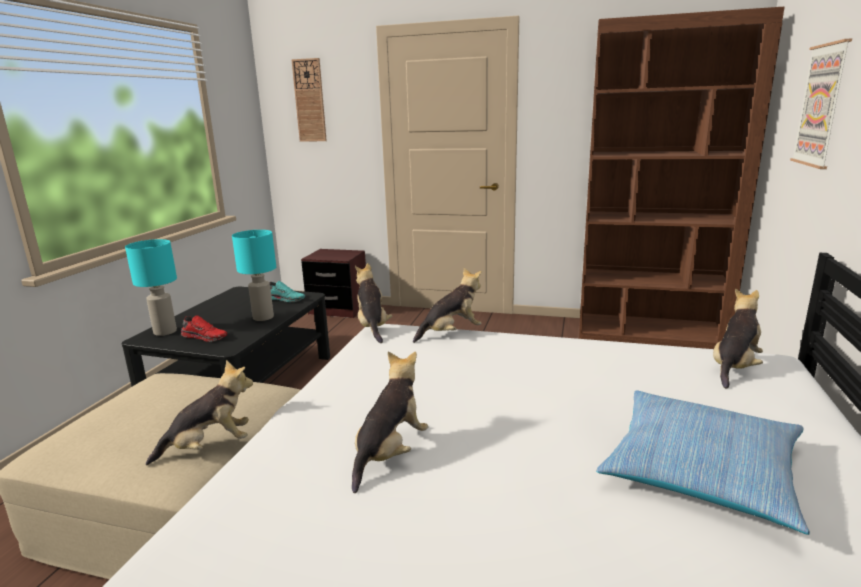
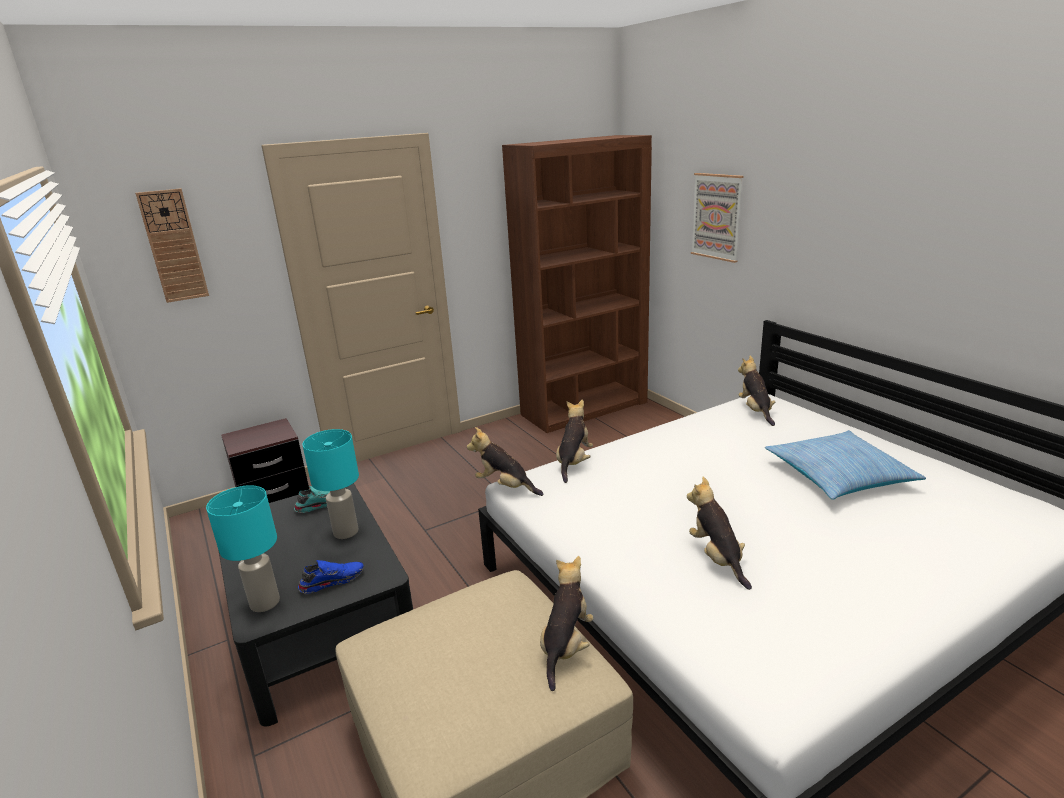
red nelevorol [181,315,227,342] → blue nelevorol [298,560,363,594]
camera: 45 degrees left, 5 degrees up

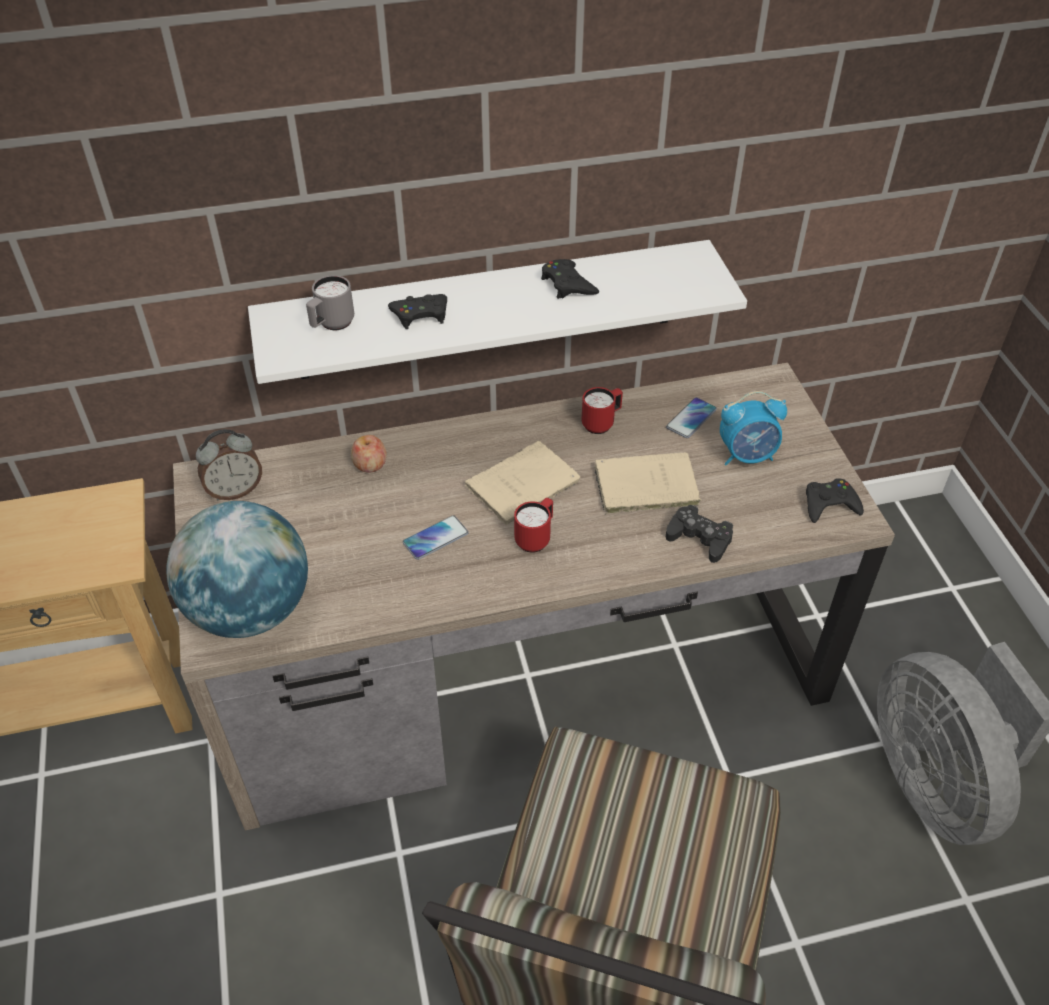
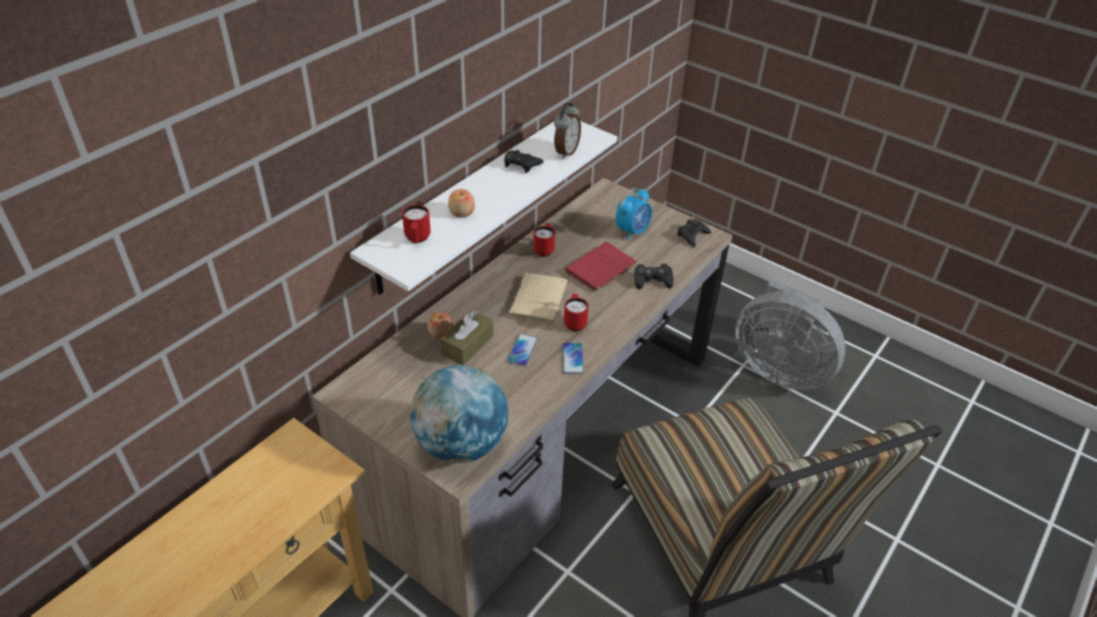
- → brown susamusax [440,310,493,365]
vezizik [196,429,262,500] → vezizik [554,103,581,159], move
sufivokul [666,397,717,438] → sufivokul [563,343,584,374], move
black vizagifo [388,294,447,329] → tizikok [448,189,475,218]
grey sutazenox [306,275,354,330] → red sutazenox [402,205,431,243]
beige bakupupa [595,452,701,515] → red bakupupa [565,242,637,293]
camera: 40 degrees left, 5 degrees down

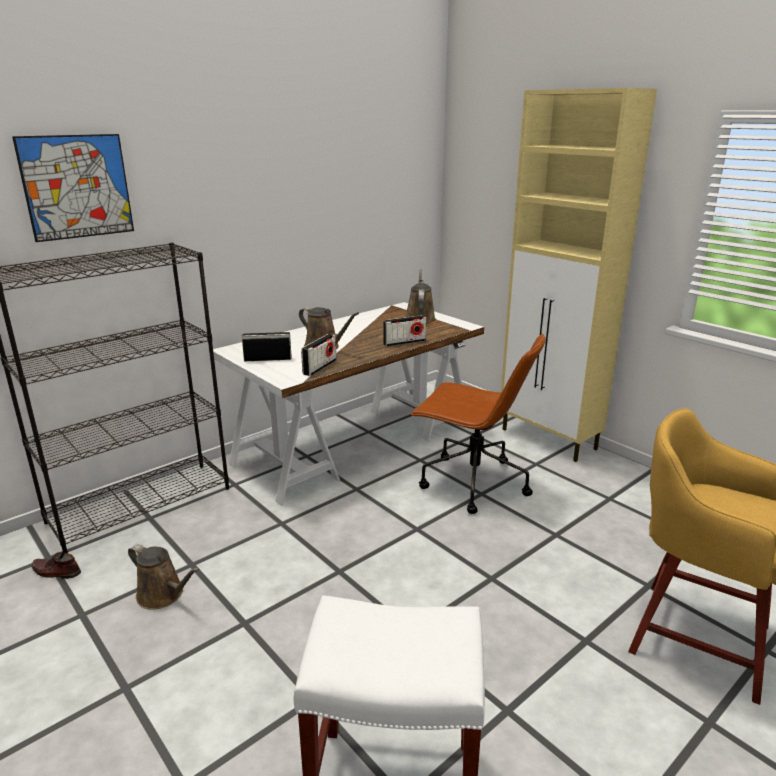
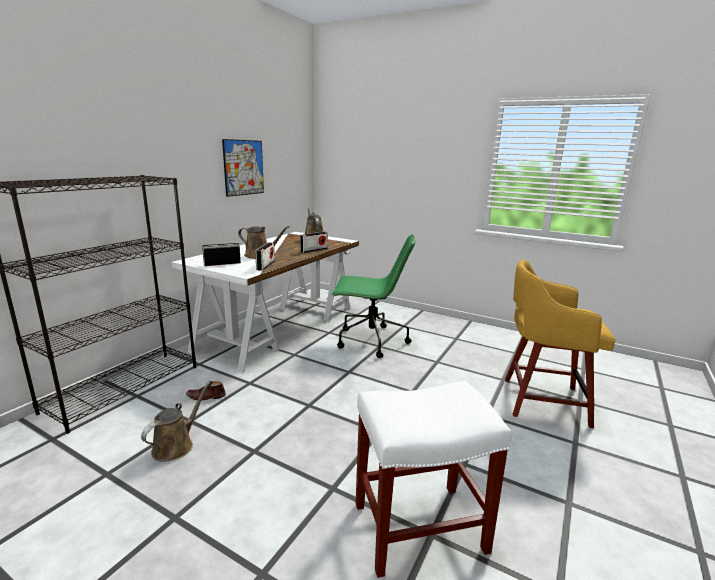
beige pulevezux [501,88,657,462] → -
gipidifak [12,134,134,242] → gipidifak [222,139,264,197], move
brown nelevorol [31,552,81,579] → brown nelevorol [186,381,226,401], move
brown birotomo [410,334,545,514] → green birotomo [332,234,416,358]
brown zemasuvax [128,544,200,610] → brown zemasuvax [141,382,211,462], 75 degrees counterclockwise
camera: 20 degrees left, 5 degrees down

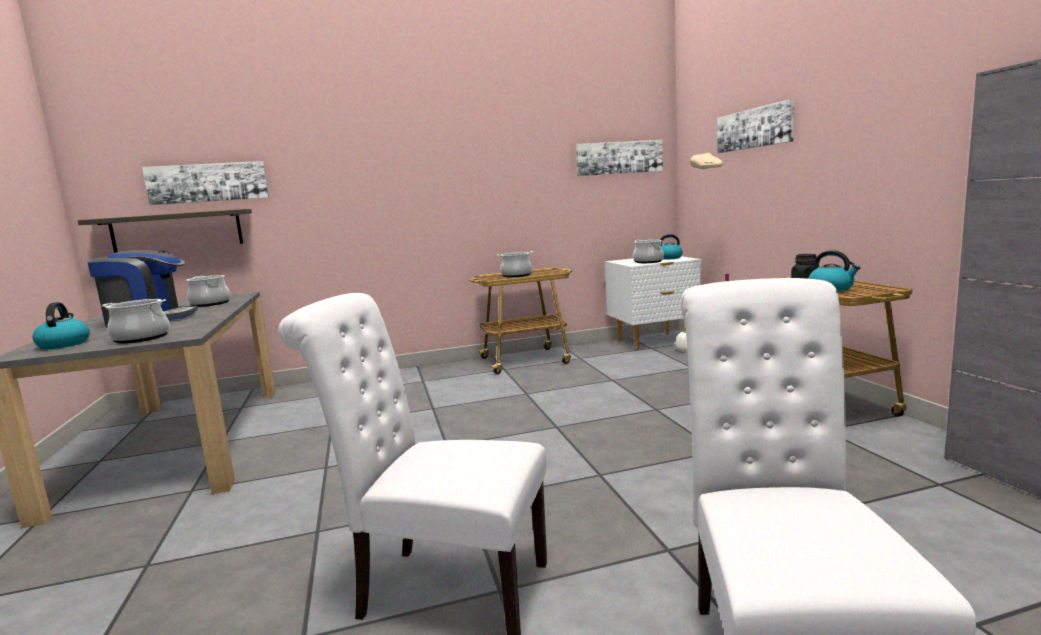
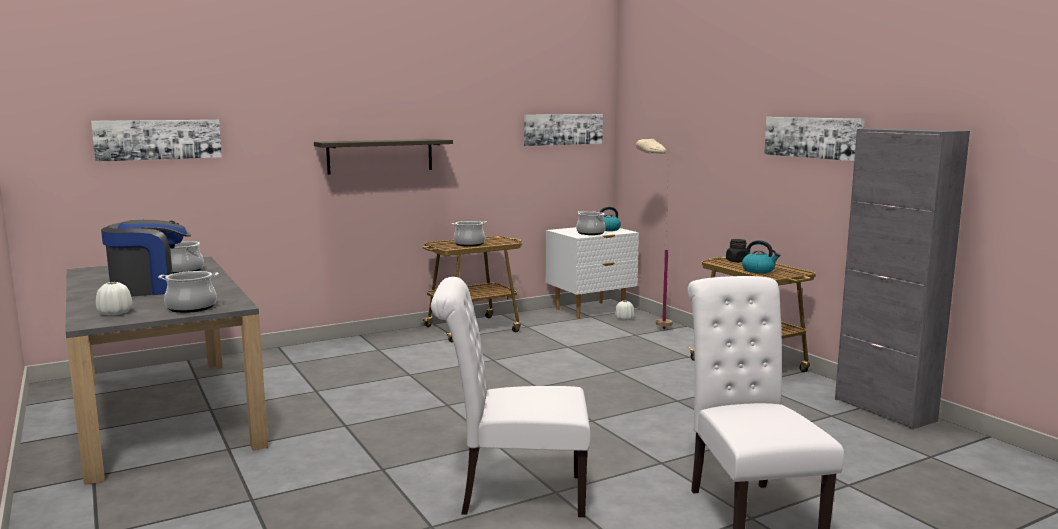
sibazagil [78,209,252,253] → sibazagil [314,139,453,175], move
gipidifak [717,99,795,153] → gipidifak [764,117,865,161], move
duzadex [32,302,90,349] → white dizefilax [96,282,133,315]
camera: 15 degrees left, 0 degrees up

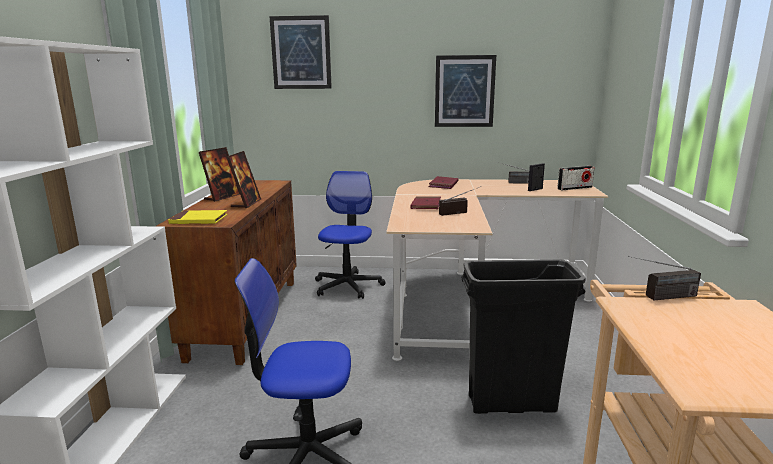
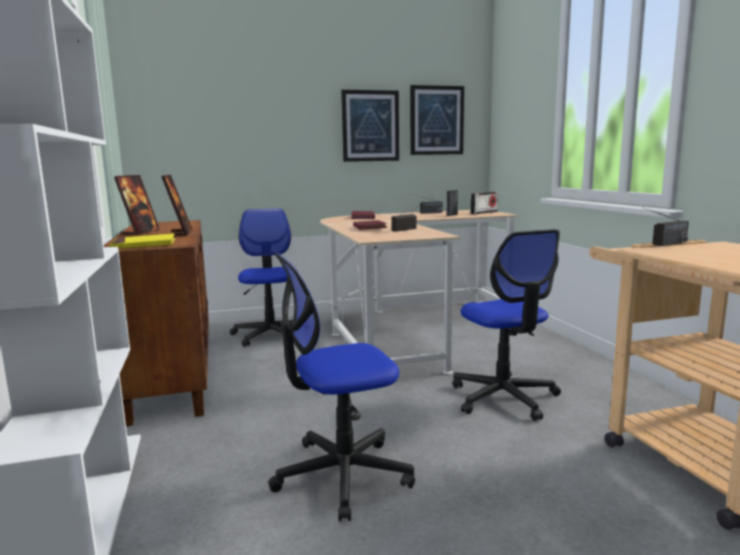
gipidifak [269,15,332,89] → gipidifak [410,85,464,155], move
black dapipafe [461,259,586,414] → birotomo [453,229,561,421]
camera: 20 degrees left, 5 degrees down

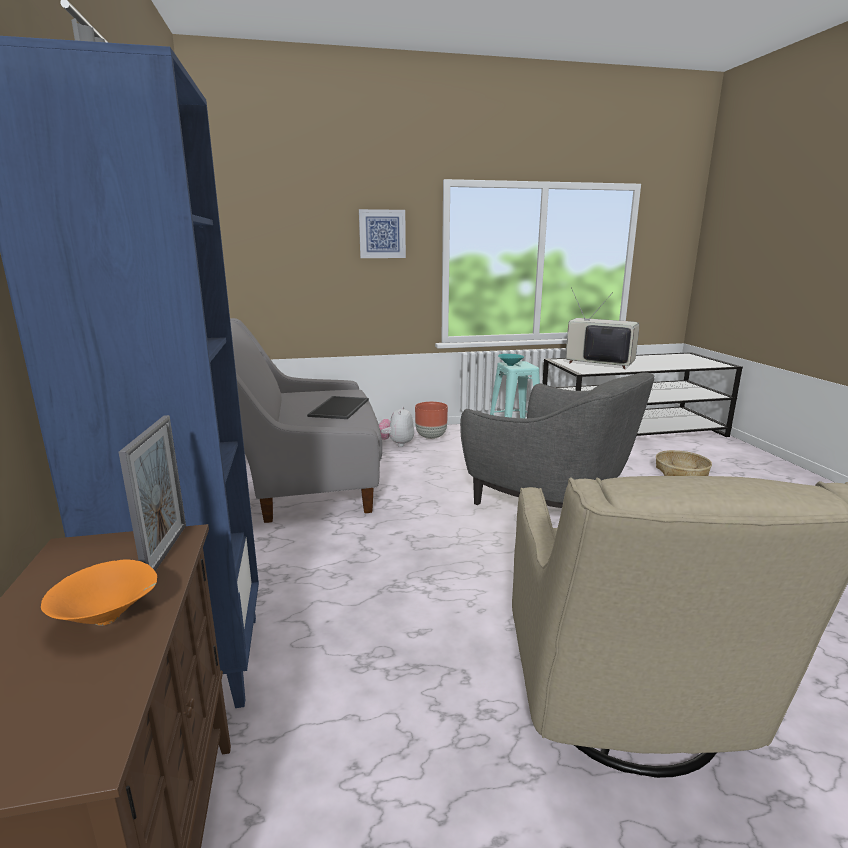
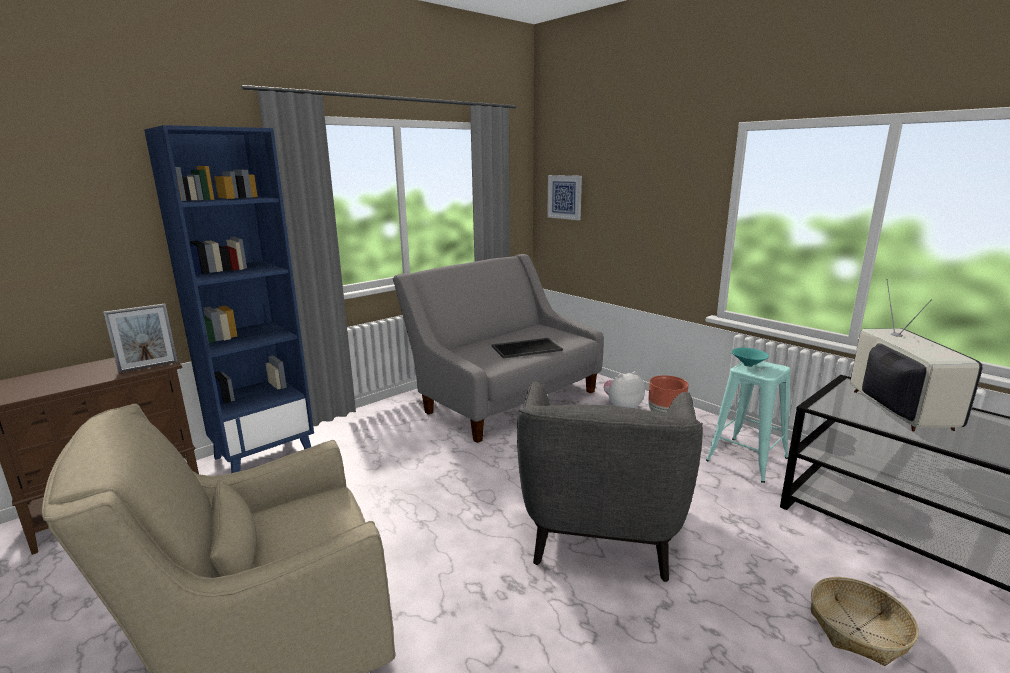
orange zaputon [41,559,157,626] → -
gipidifak [359,209,406,258] → gipidifak [547,175,582,220], move
camera: 60 degrees right, 0 degrees up

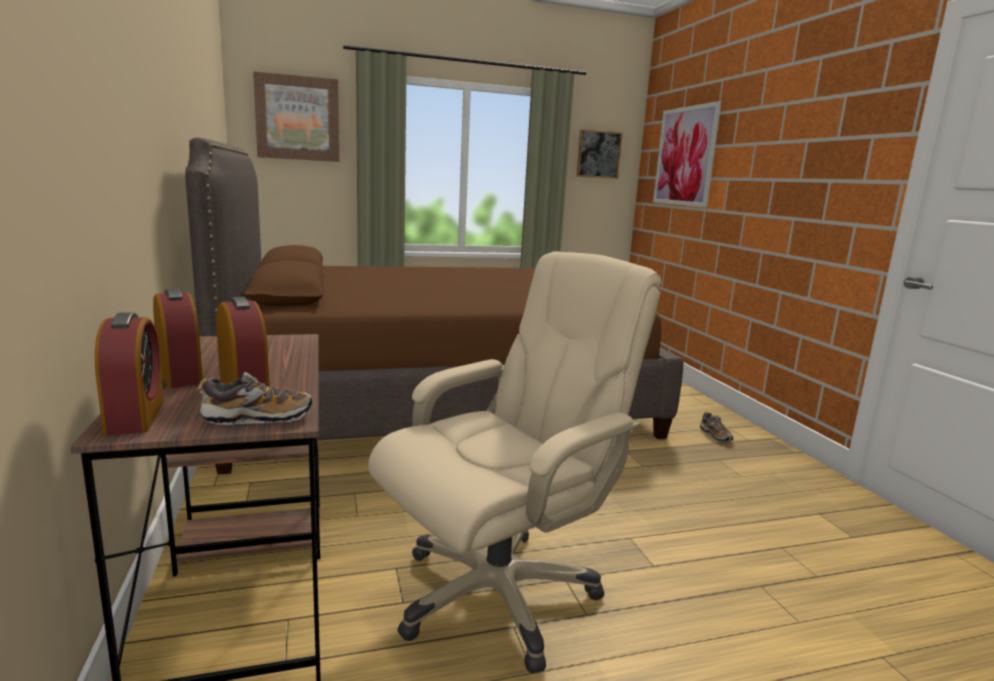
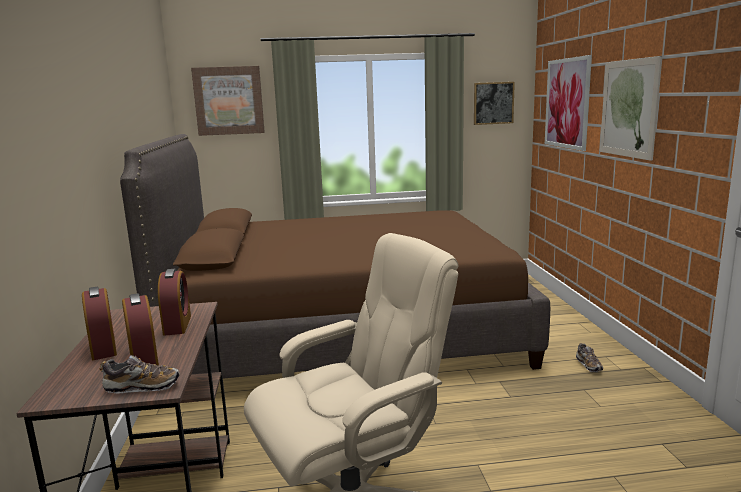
- → gipidifak [600,56,662,161]
vezizik [95,312,164,435] → vezizik [158,269,191,336], move
camera: 10 degrees right, 0 degrees up

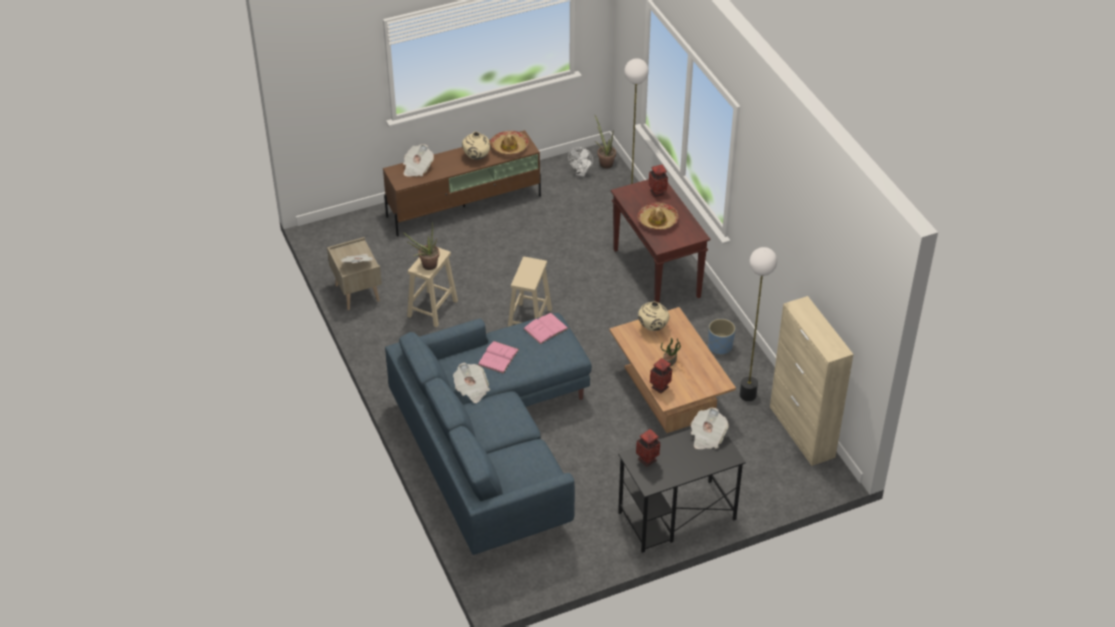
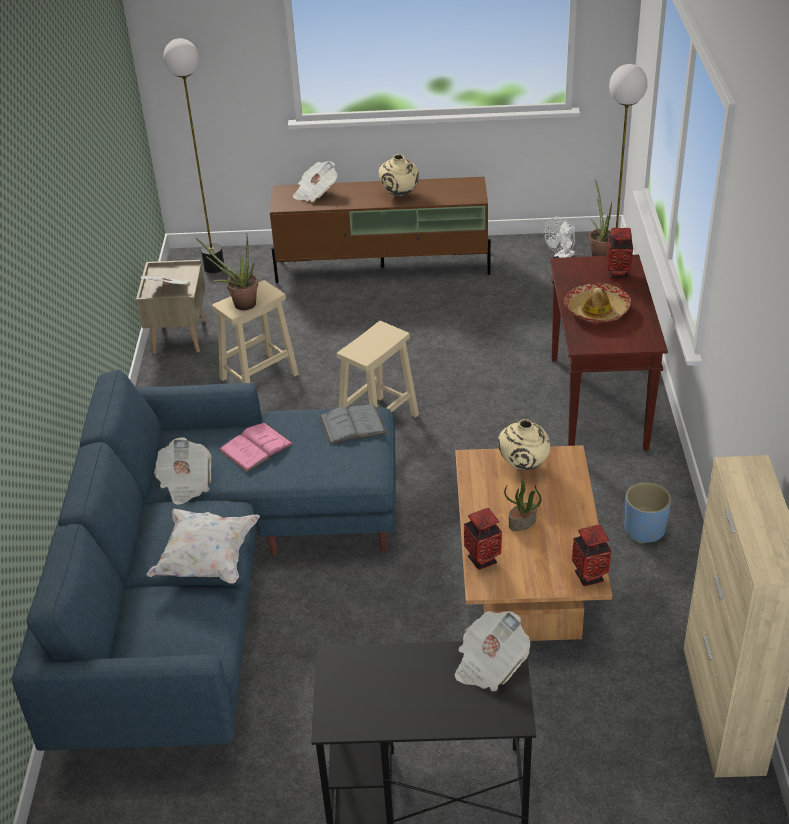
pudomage [490,131,529,155] → -
- → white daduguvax [146,509,260,584]
dizefilax [636,429,660,467] → dizefilax [572,525,611,587], move
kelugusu [740,247,777,401] → kelugusu [163,38,225,273], move
pink bakupupa [523,313,569,344] → grey bakupupa [319,404,386,444]
camera: 25 degrees right, 5 degrees down

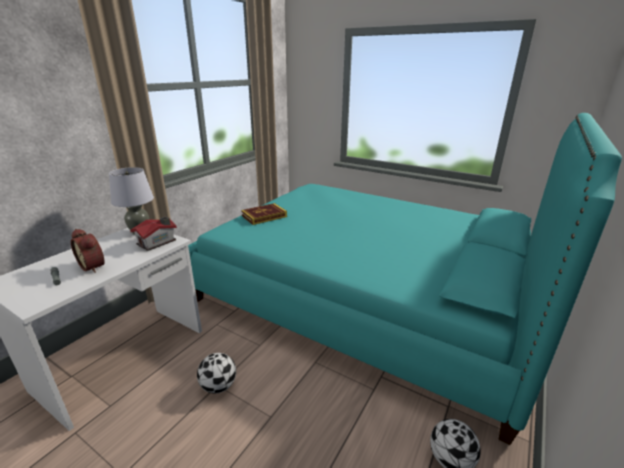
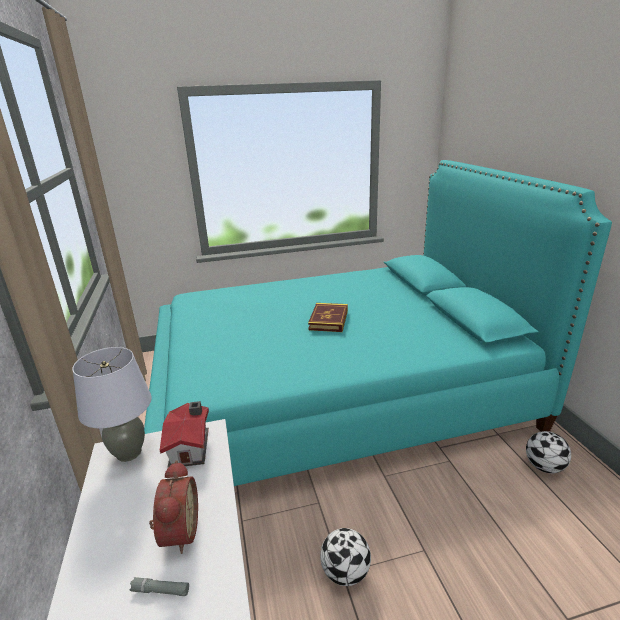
bakupupa [241,203,287,225] → bakupupa [308,303,348,332], move
vezizik [71,229,105,273] → vezizik [149,460,198,554], 90 degrees counterclockwise
camera: 45 degrees left, 0 degrees up

